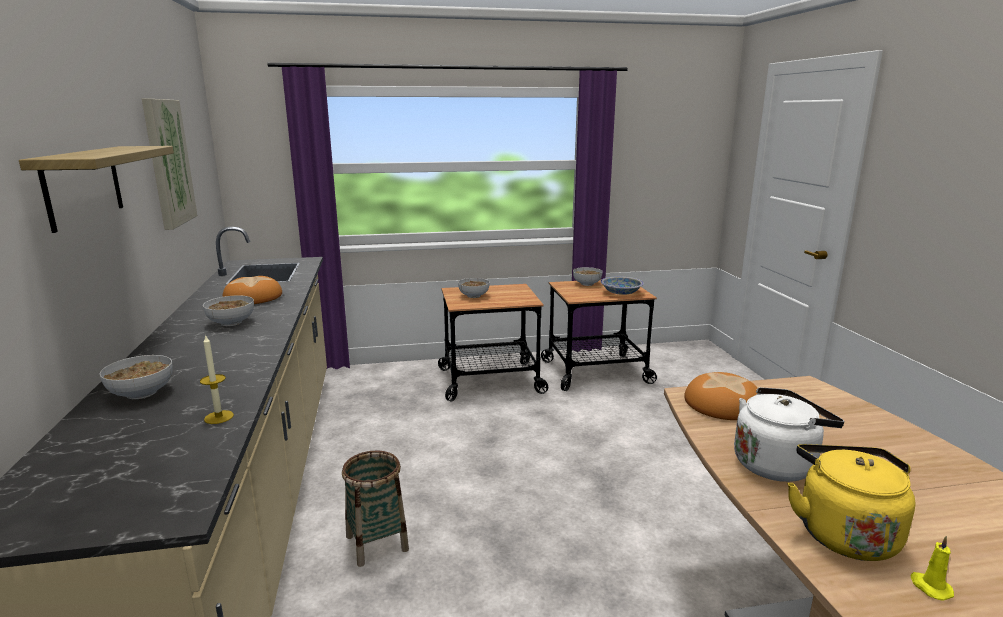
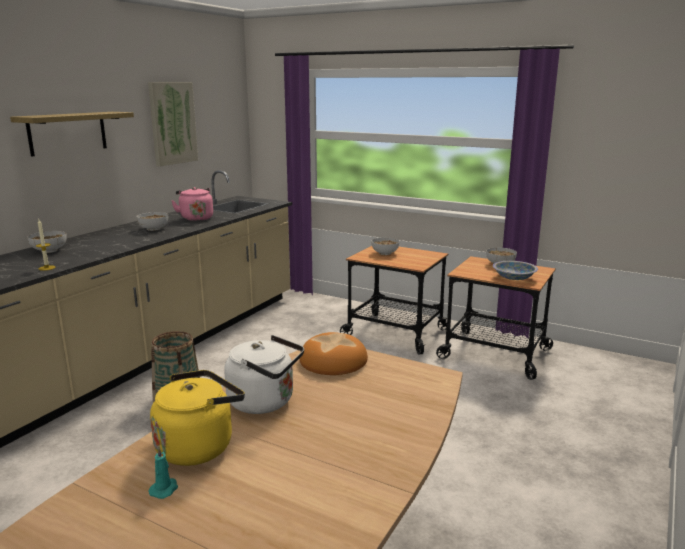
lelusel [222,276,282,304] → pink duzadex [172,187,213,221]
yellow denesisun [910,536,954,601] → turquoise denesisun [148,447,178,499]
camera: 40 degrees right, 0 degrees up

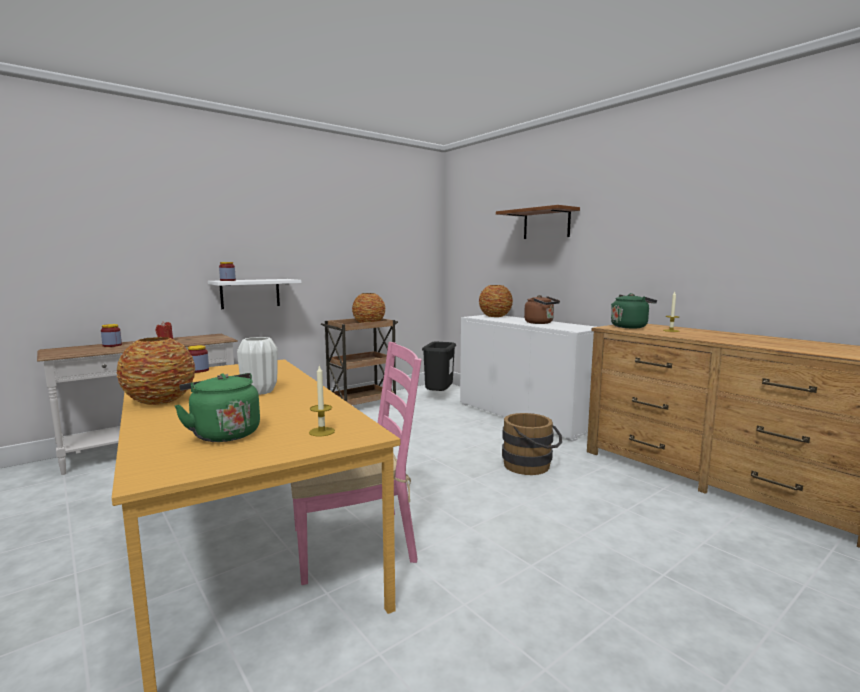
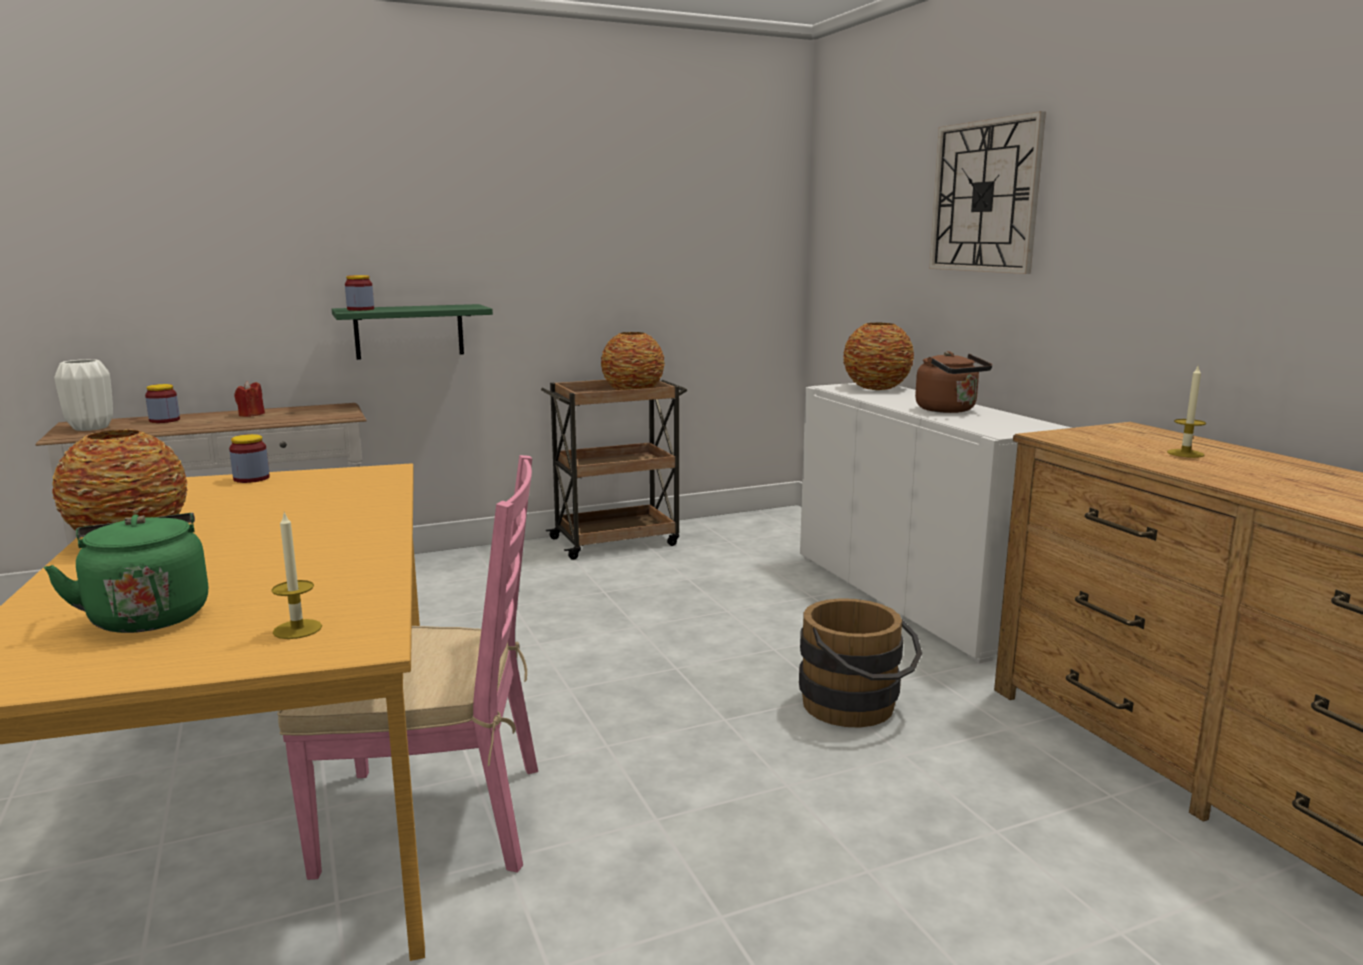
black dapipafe [422,342,456,391] → -
green duzadex [611,293,657,329] → -
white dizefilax [237,337,278,395] → white dizefilax [54,359,113,431], move
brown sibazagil [496,205,580,239] → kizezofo [929,111,1046,274]
white sibazagil [208,279,302,309] → green sibazagil [332,304,493,360]
camera: 15 degrees right, 5 degrees up

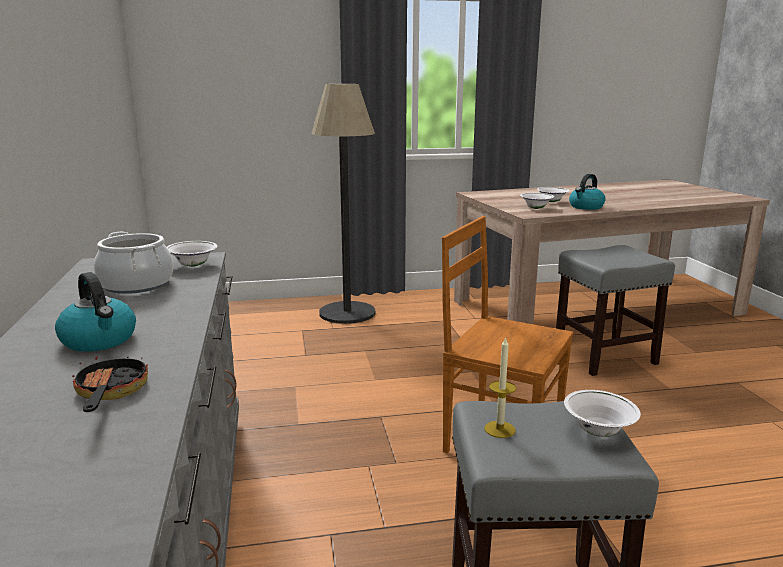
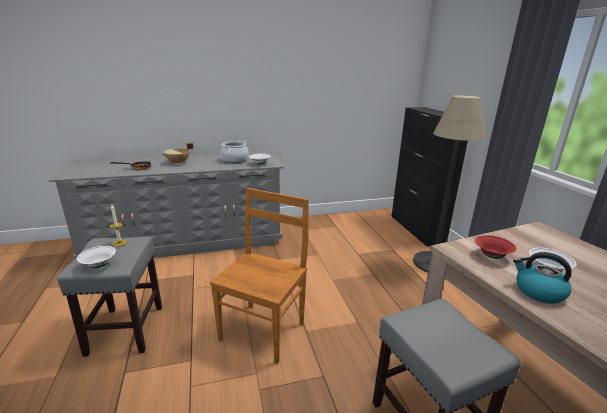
- → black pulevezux [392,107,468,246]
duzadex [55,272,136,352] → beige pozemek [162,143,193,164]
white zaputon [520,193,554,209] → red zaputon [475,235,517,259]
camera: 85 degrees right, 5 degrees up

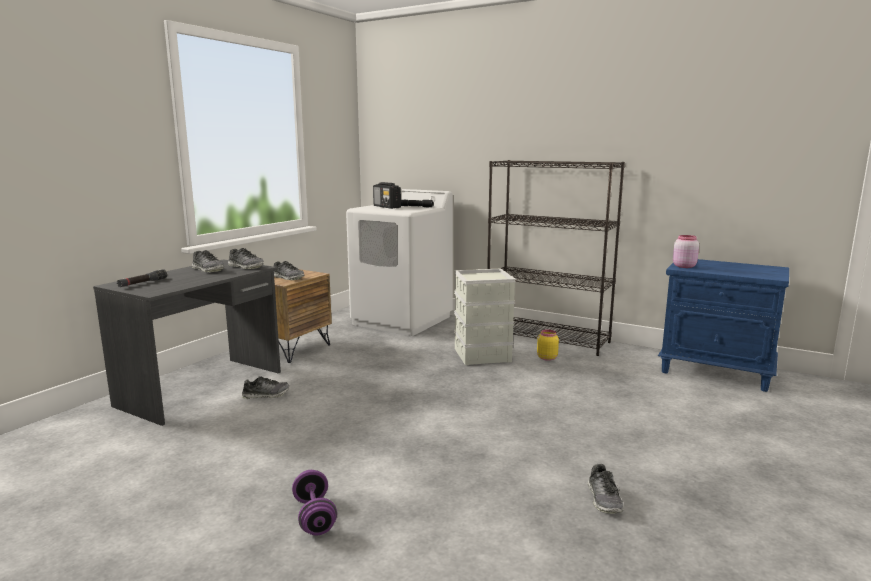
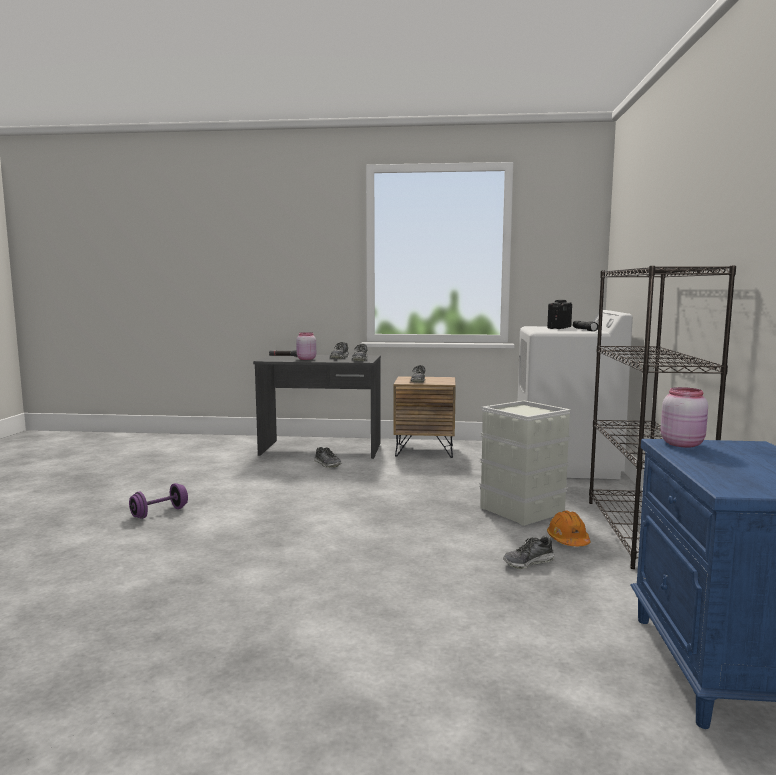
- → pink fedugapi [296,332,316,360]
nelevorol [587,464,623,514] → nelevorol [503,536,554,569], move
yellow fedugapi [537,329,559,361] → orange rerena [547,511,591,546]
camera: 65 degrees right, 5 degrees down

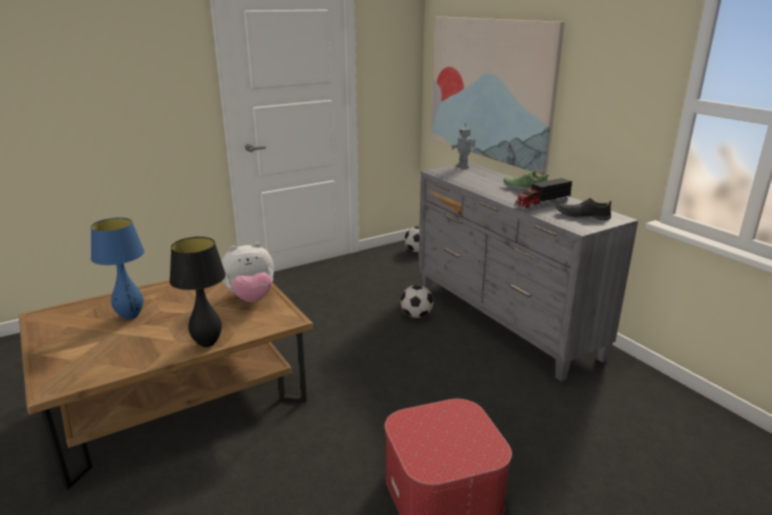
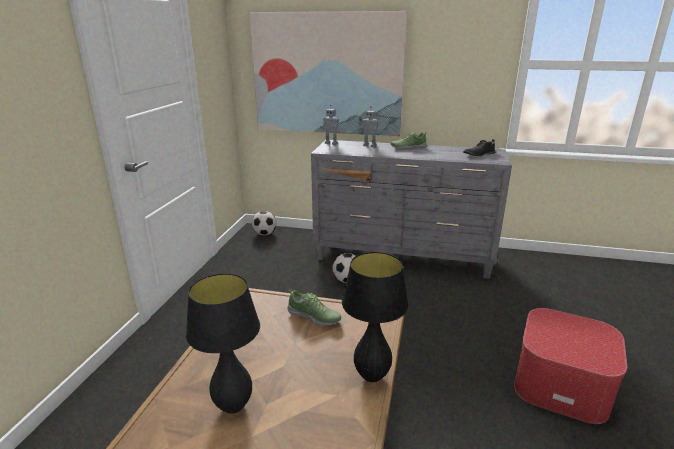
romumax [514,178,572,210] → -
- → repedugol [359,106,379,147]
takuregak [221,242,274,302] → nelevorol [287,289,341,326]
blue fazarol [91,218,145,320] → black fazarol [186,274,260,414]
camera: 45 degrees left, 0 degrees up

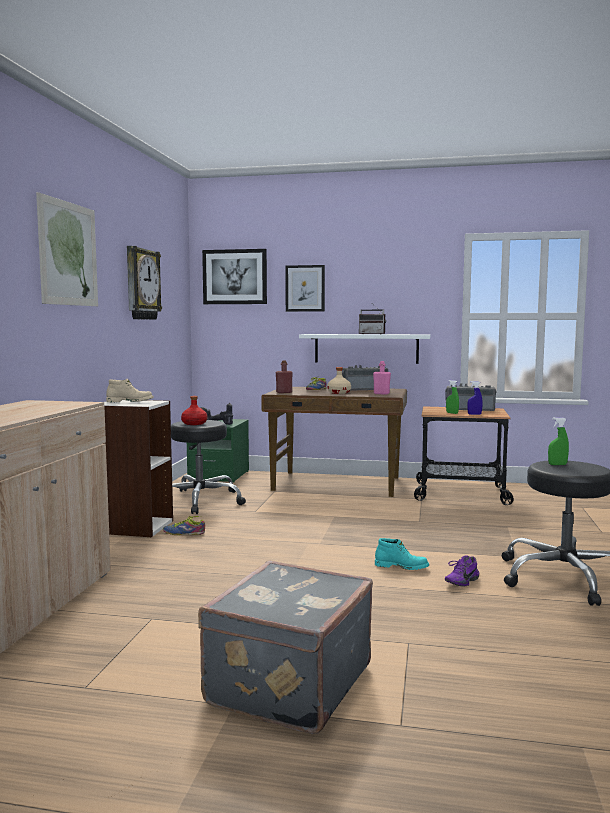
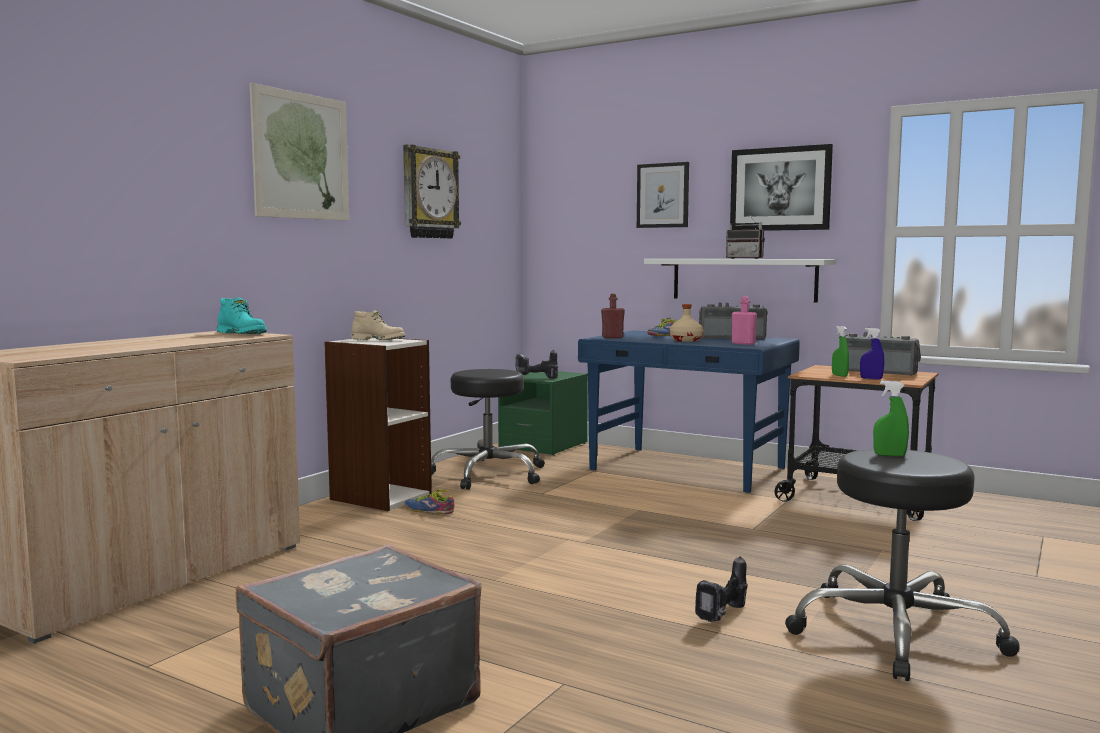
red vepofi [181,396,207,425] → -
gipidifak [202,249,267,304] → gipidifak [730,144,833,231], move
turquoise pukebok [375,538,429,570] → turquoise pukebok [217,297,267,334], move
purple nelevorol [445,555,479,586] → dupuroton [695,556,748,622]
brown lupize [261,387,407,497] → blue lupize [578,331,800,493]
camera: 20 degrees right, 0 degrees up

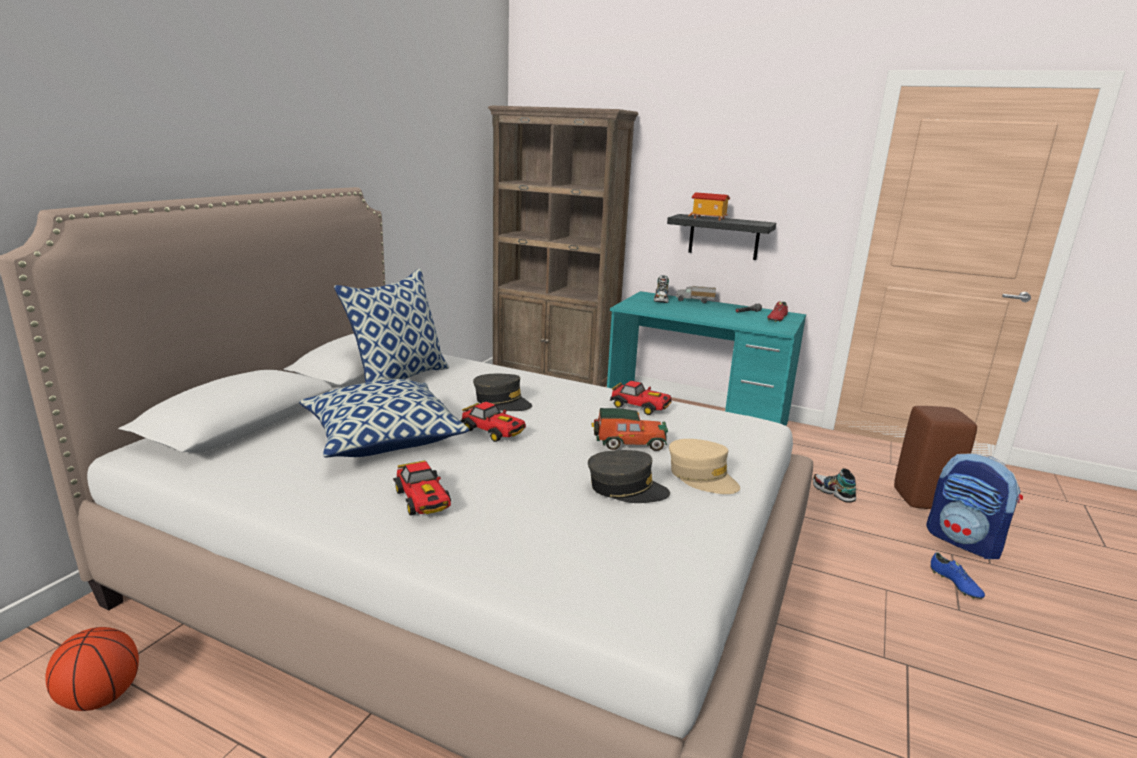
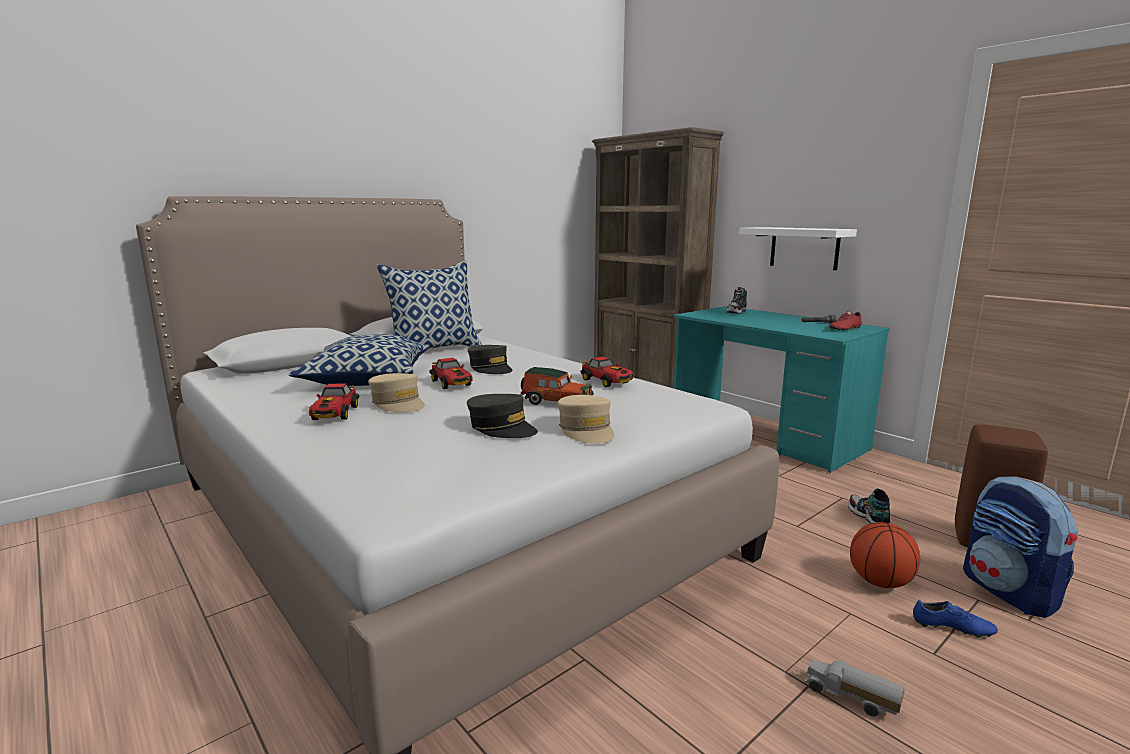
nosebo [688,192,730,221] → -
- → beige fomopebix [368,373,425,412]
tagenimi [46,627,139,711] → tagenimi [850,522,920,588], move
romumax [676,286,716,303] → romumax [804,660,905,717], move
black sibazagil [667,214,776,260] → white sibazagil [739,227,857,270]
blue nelevorol [931,552,985,599] → blue nelevorol [913,600,998,638], 75 degrees counterclockwise
camera: 25 degrees right, 5 degrees down

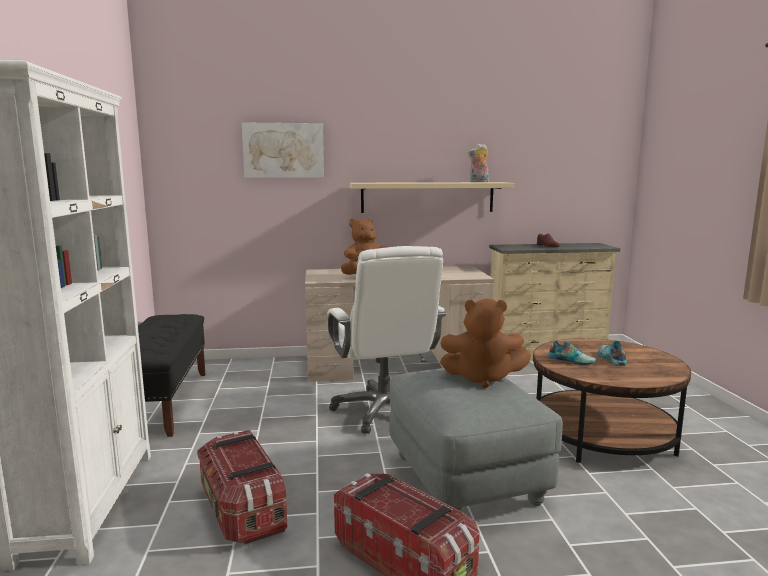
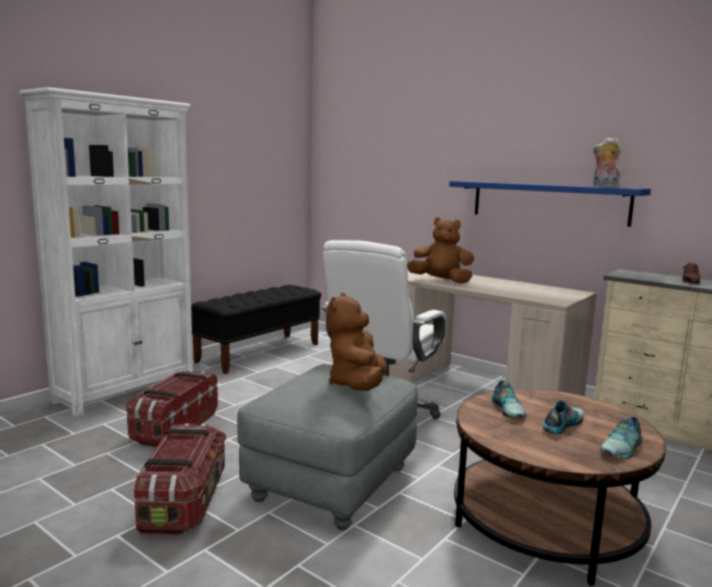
gipidifak [242,123,324,178] → -
- → nelevorol [600,417,643,459]
beige sibazagil [350,182,515,213] → blue sibazagil [449,181,651,227]
brown takuregak [440,299,531,388] → brown takuregak [327,293,387,391], 45 degrees clockwise
camera: 45 degrees right, 0 degrees up

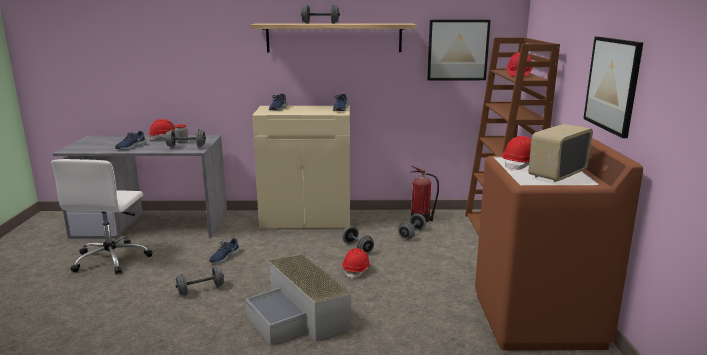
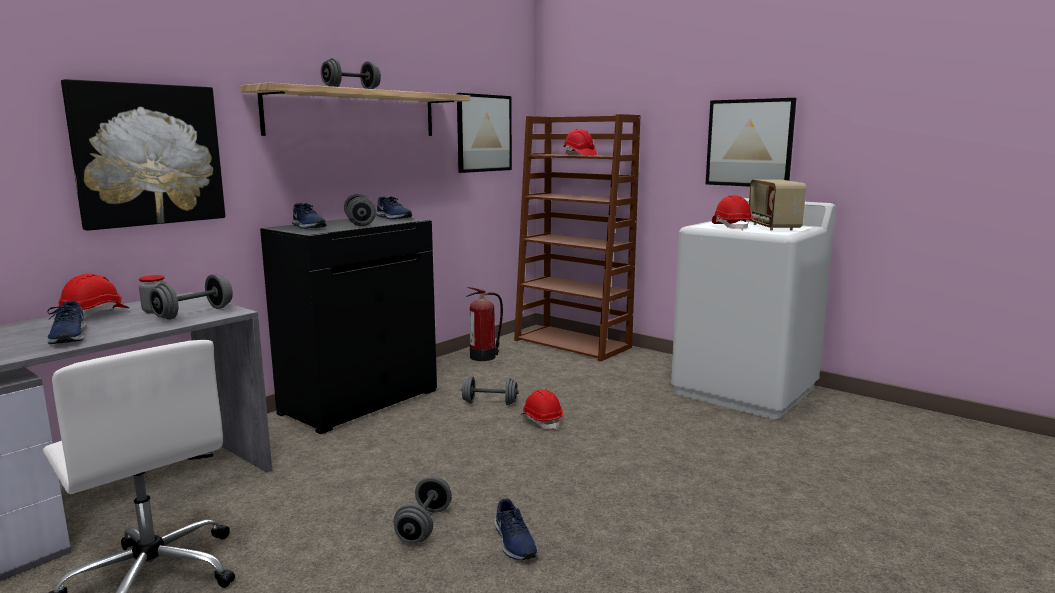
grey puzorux [245,254,352,345] → -
- → gipidifak [61,79,226,231]
blue nelevorol [209,238,240,263] → blue nelevorol [495,498,538,560], move
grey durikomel [398,214,426,239] → grey durikomel [344,194,376,226], move
beige pulevezux [252,106,350,230] → black pulevezux [260,216,437,434]
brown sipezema [475,138,643,351] → white sipezema [671,198,836,420]
camera: 50 degrees left, 5 degrees down

